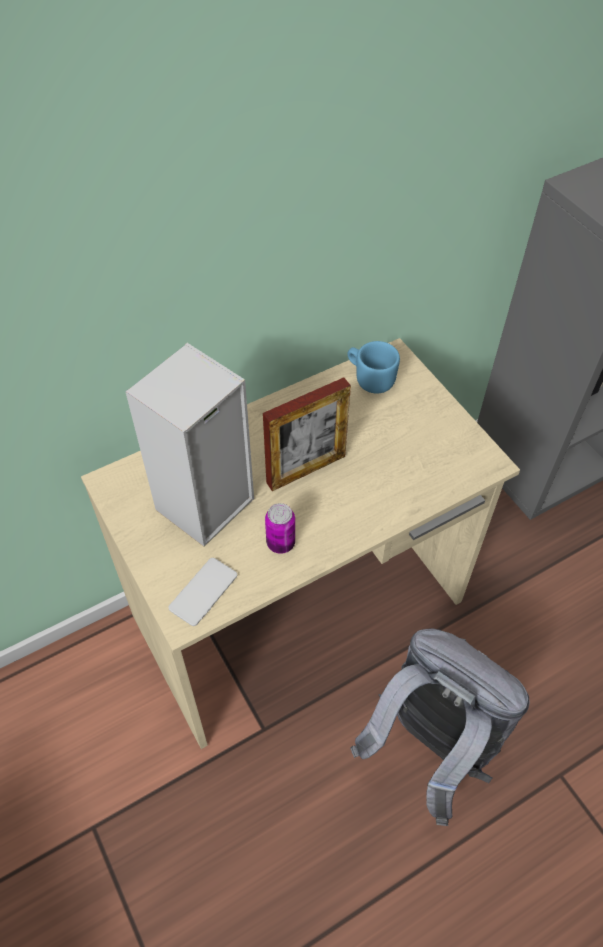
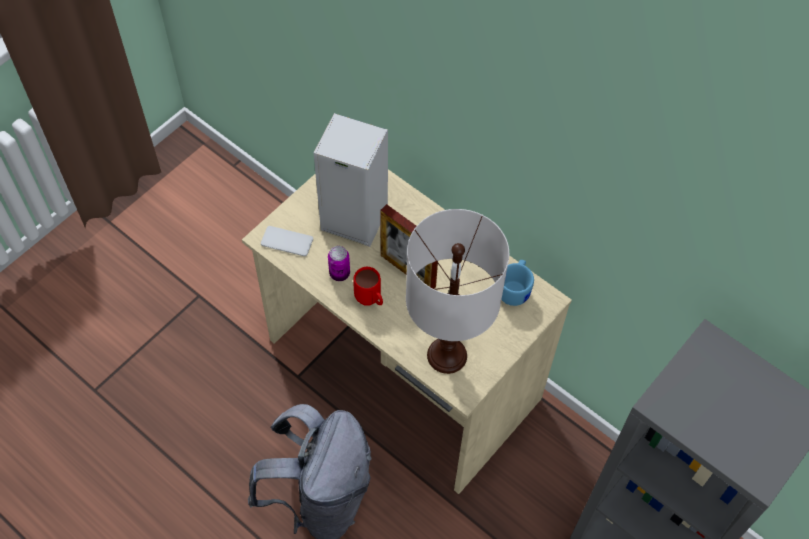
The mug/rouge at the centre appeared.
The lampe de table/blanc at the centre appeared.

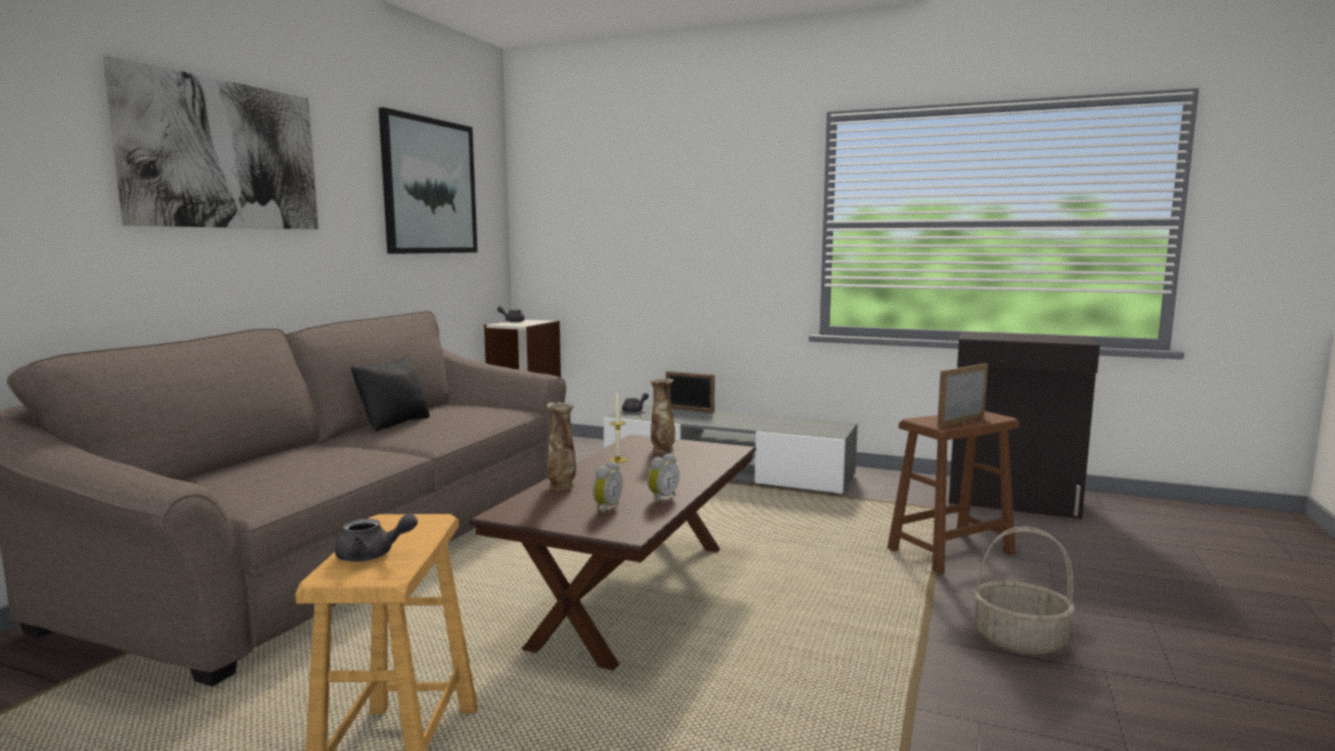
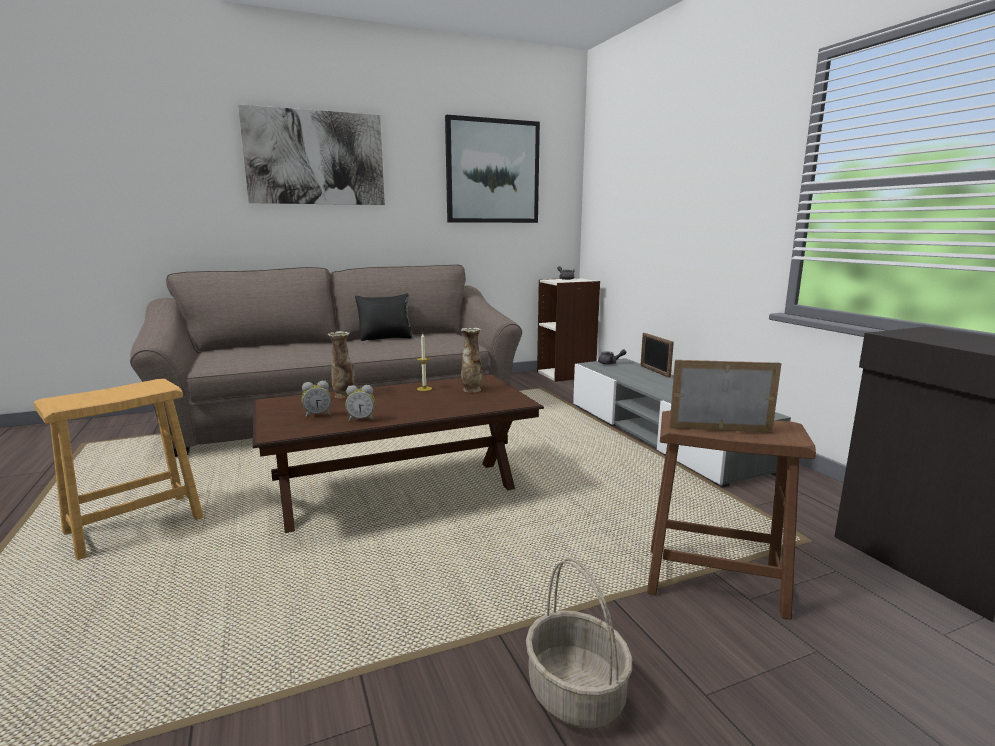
The théière/gris (1st from left) at the bottom left disappeared.

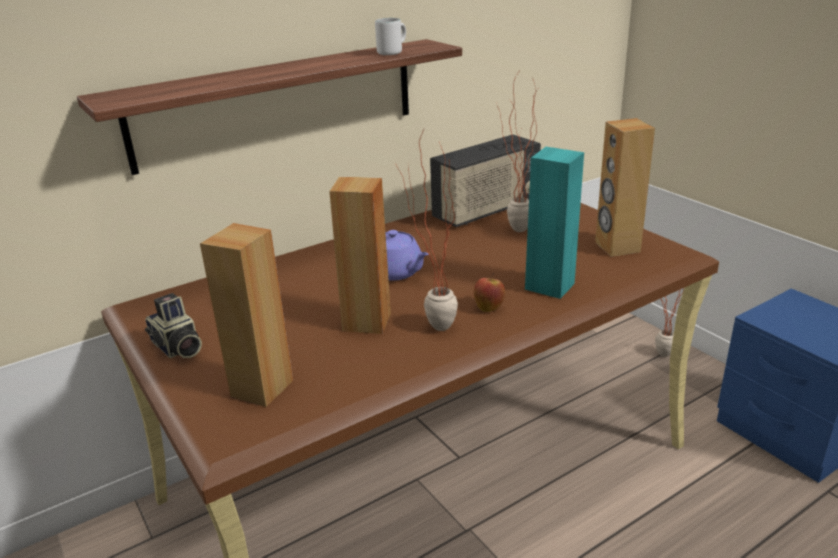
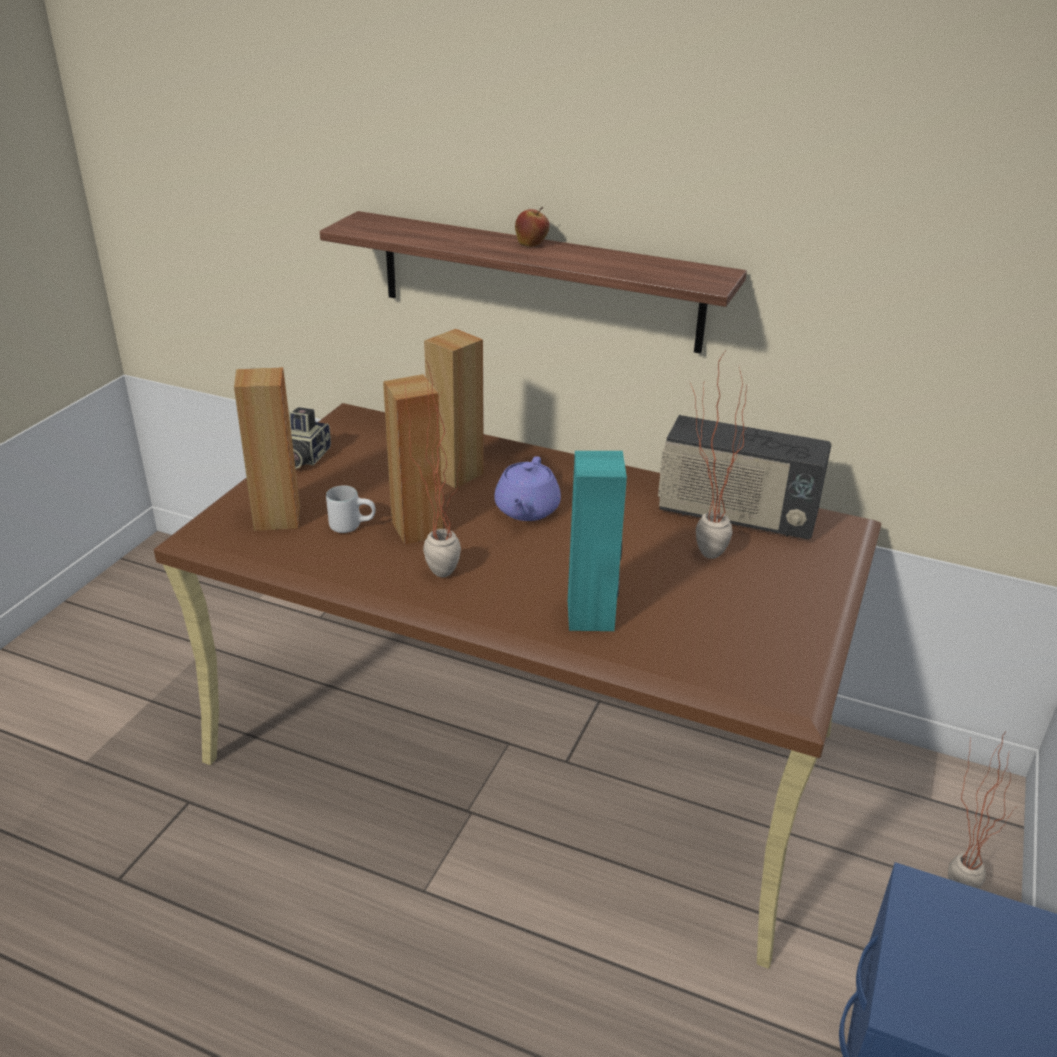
The mug/blanc moved from the top centre to the middle left.
The enceinte/marron (3rd from left) moved from the middle right to the centre.
The pomme moved from the centre to the top centre.

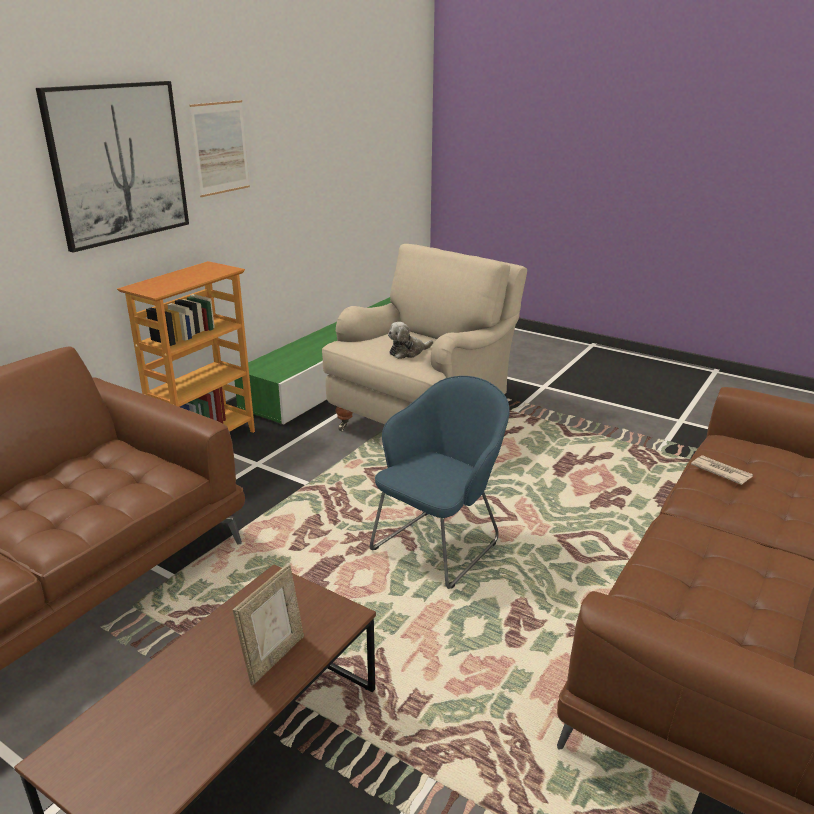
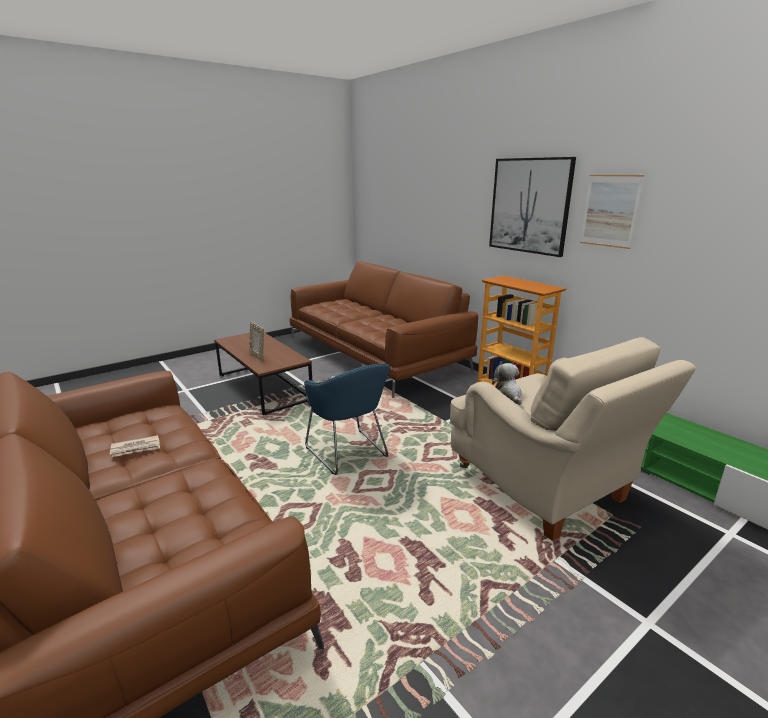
The journal moved from the middle right to the middle left.

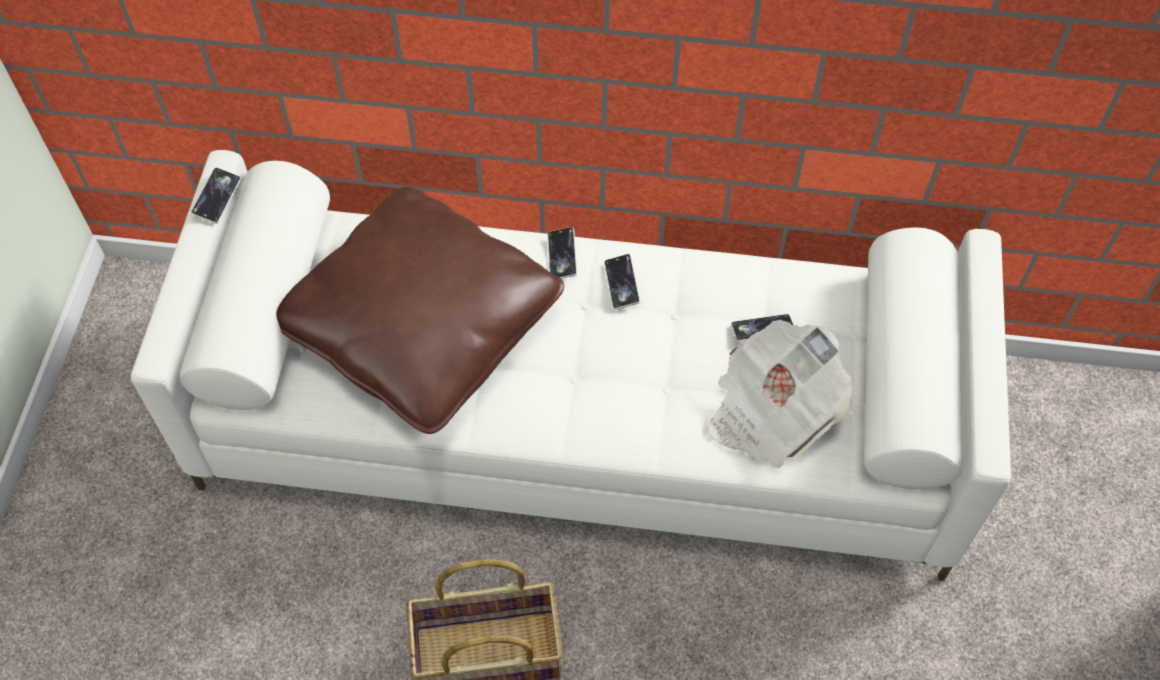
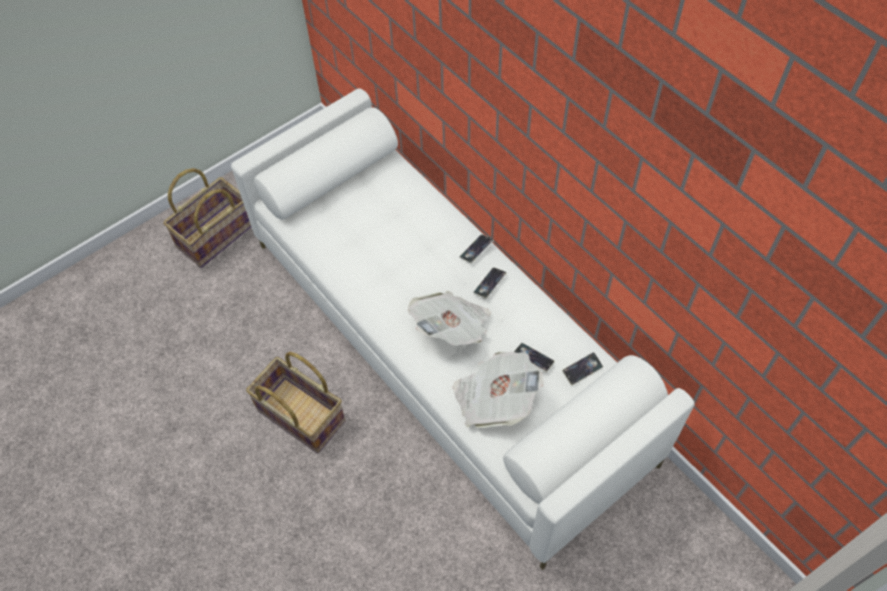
The panier (1st from left) at the middle left appeared.
The journal (1st from left) at the centre appeared.
The téléphone (1st from left in the first image) moved from the top left to the centre.
The coussin/marron at the centre disappeared.

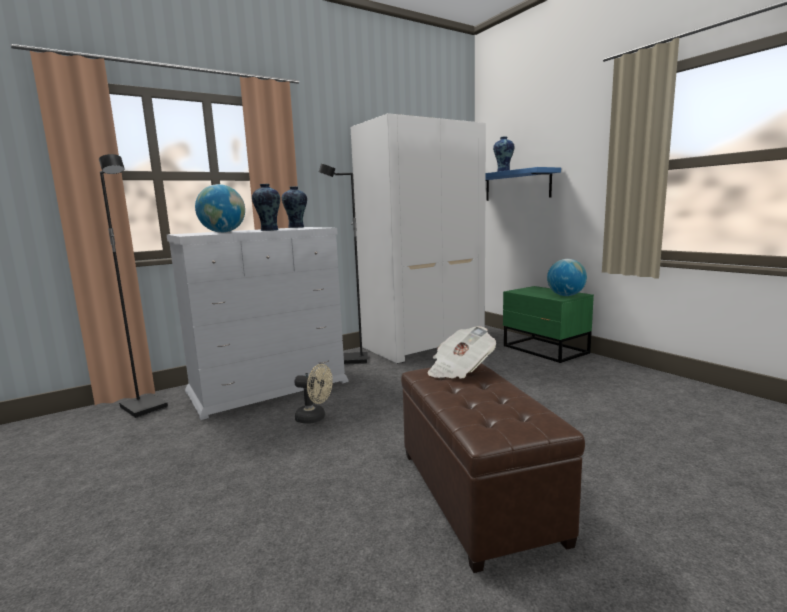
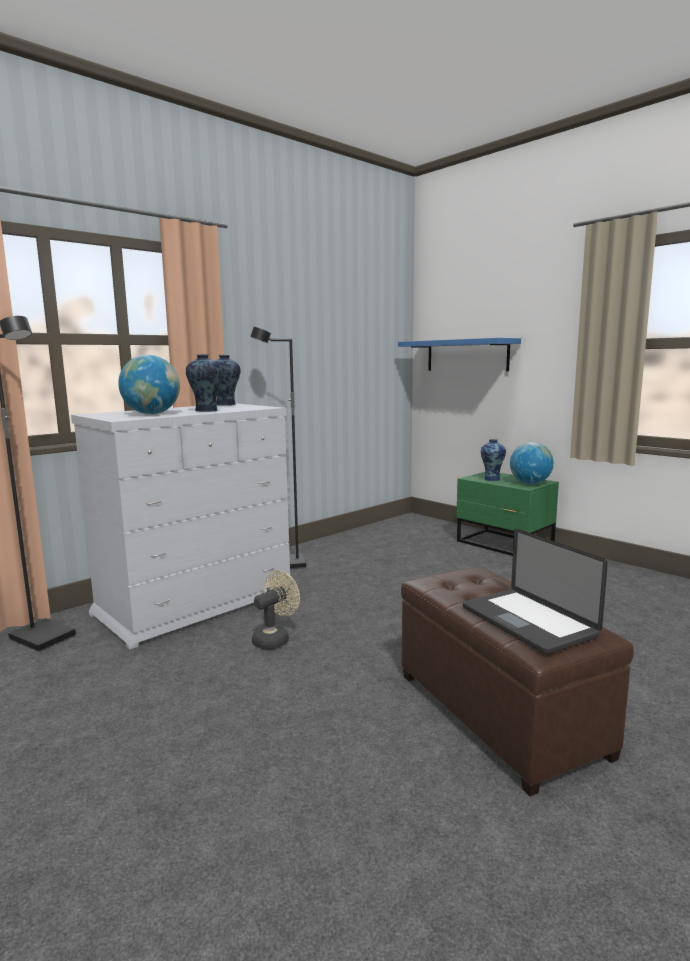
The ventilateur/beige at the centre turned 60 degrees counterclockwise.
The ordinateur portable at the middle right appeared.
The vase (3rd from left) moved from the top centre to the middle right.
The armoire/blanc at the centre disappeared.
The journal at the centre disappeared.

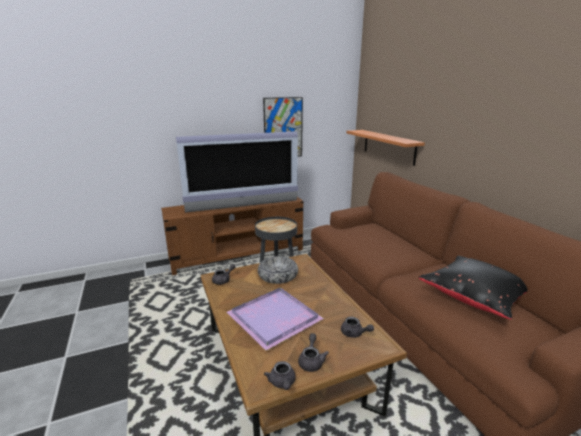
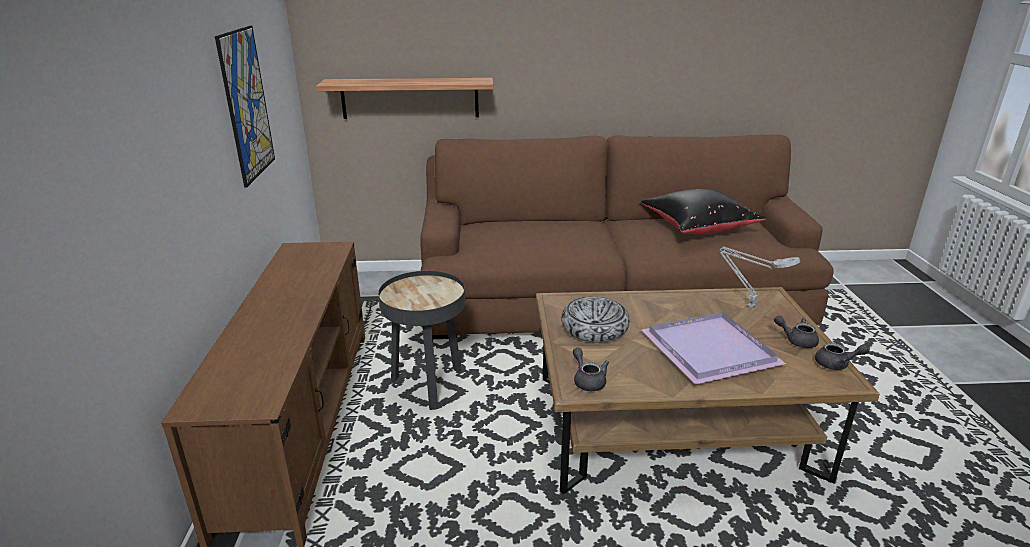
The théière/gris (4th from left) at the bottom centre was replaced by the lampe de table/gris at the middle right.
The téléviseur at the centre disappeared.

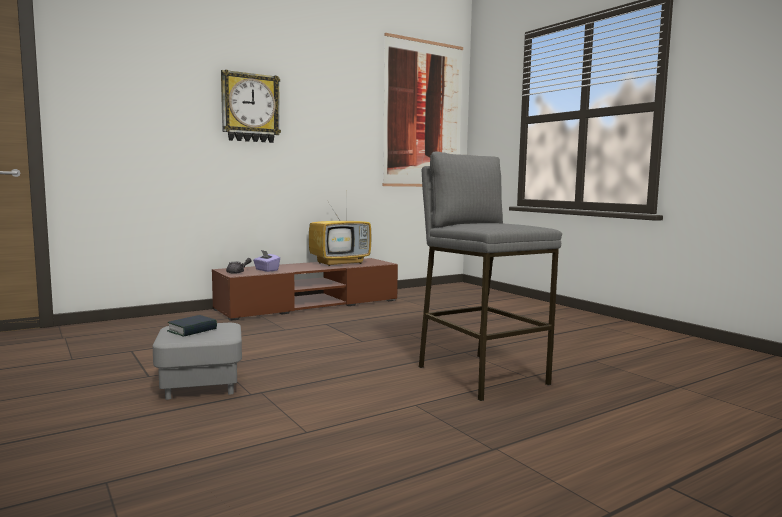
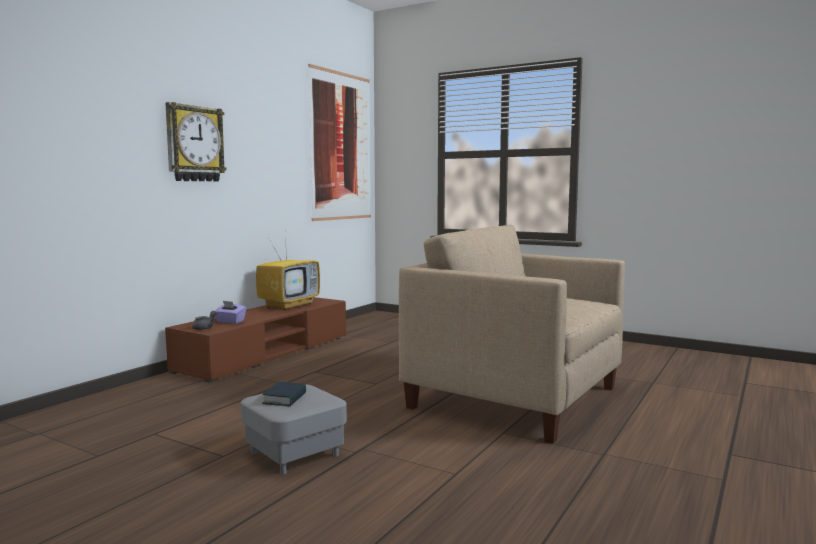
The tabouret/gris at the centre was replaced by the fauteuil/beige at the centre.

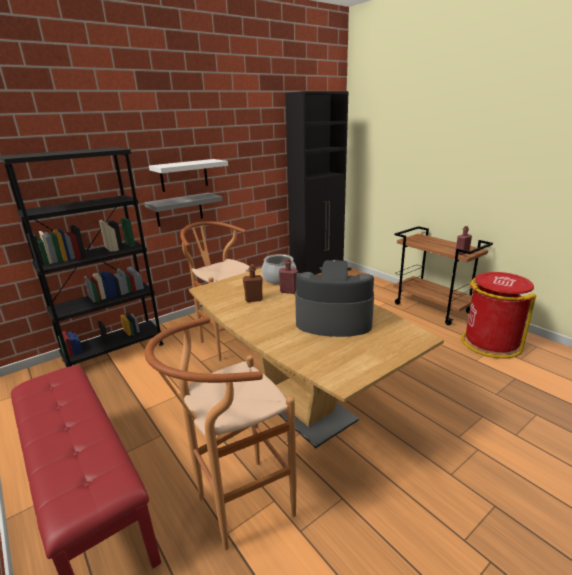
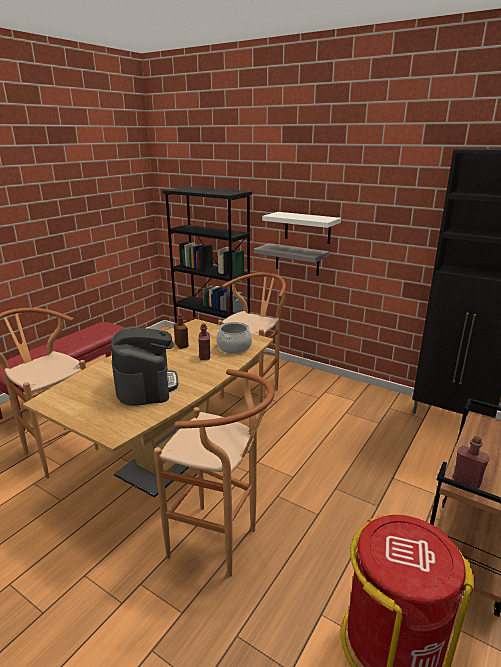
The tabouret/marron (2nd from left) at the bottom centre appeared.

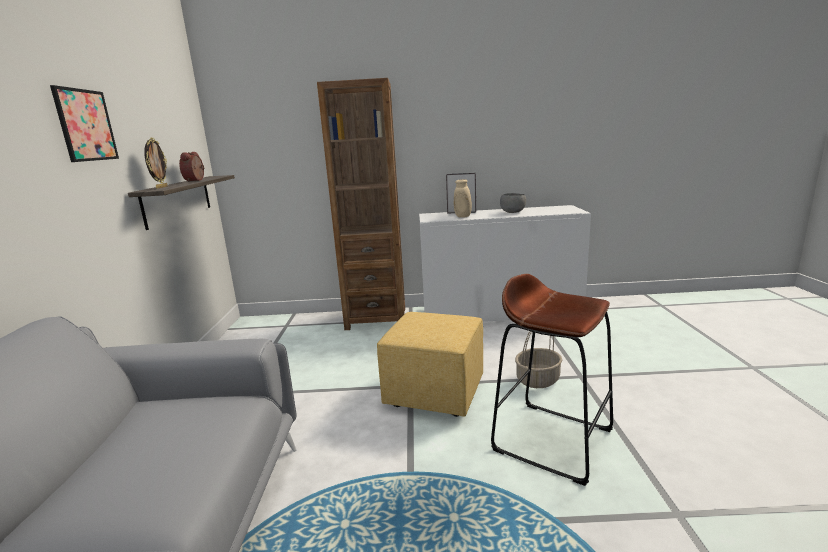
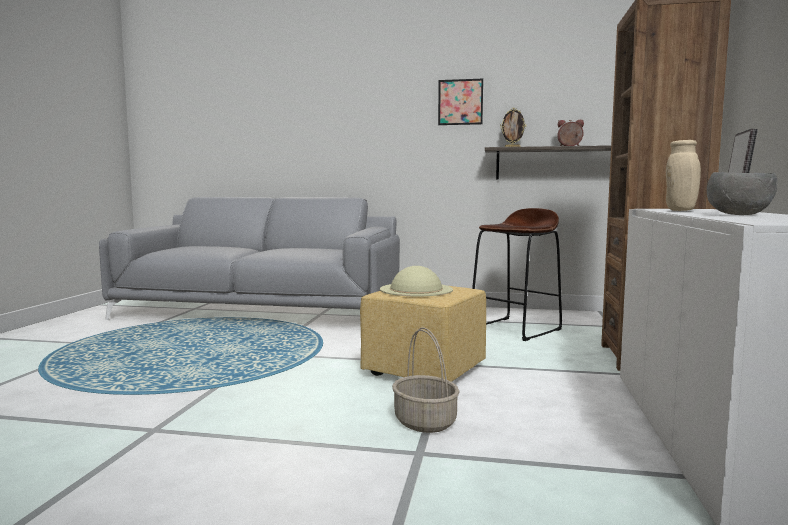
The chapeau/beige at the centre appeared.
The tabouret/marron moved from the bottom right to the centre.

